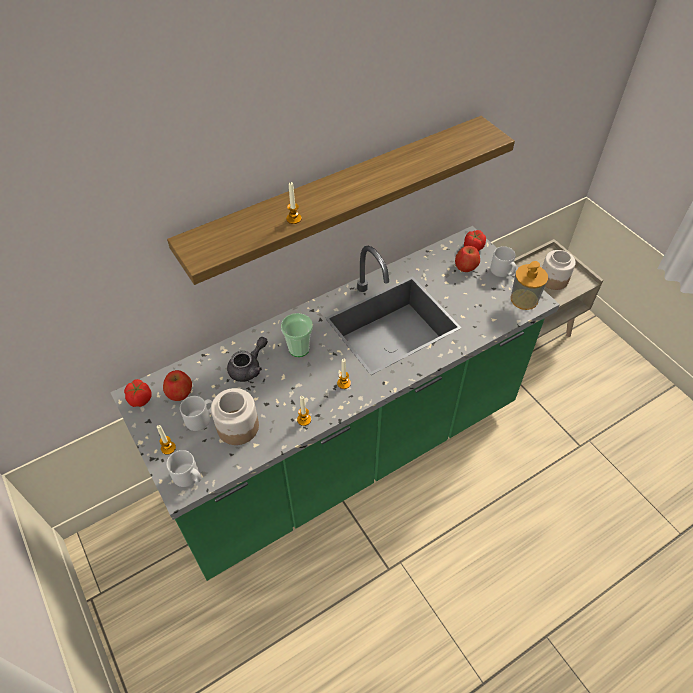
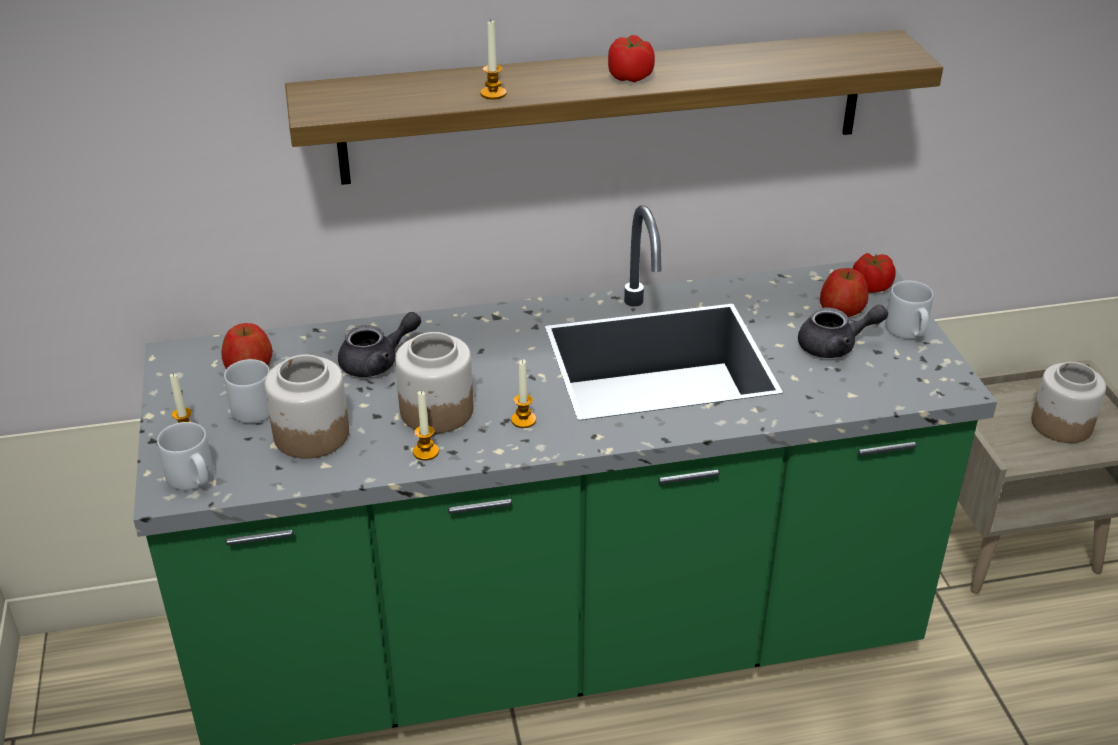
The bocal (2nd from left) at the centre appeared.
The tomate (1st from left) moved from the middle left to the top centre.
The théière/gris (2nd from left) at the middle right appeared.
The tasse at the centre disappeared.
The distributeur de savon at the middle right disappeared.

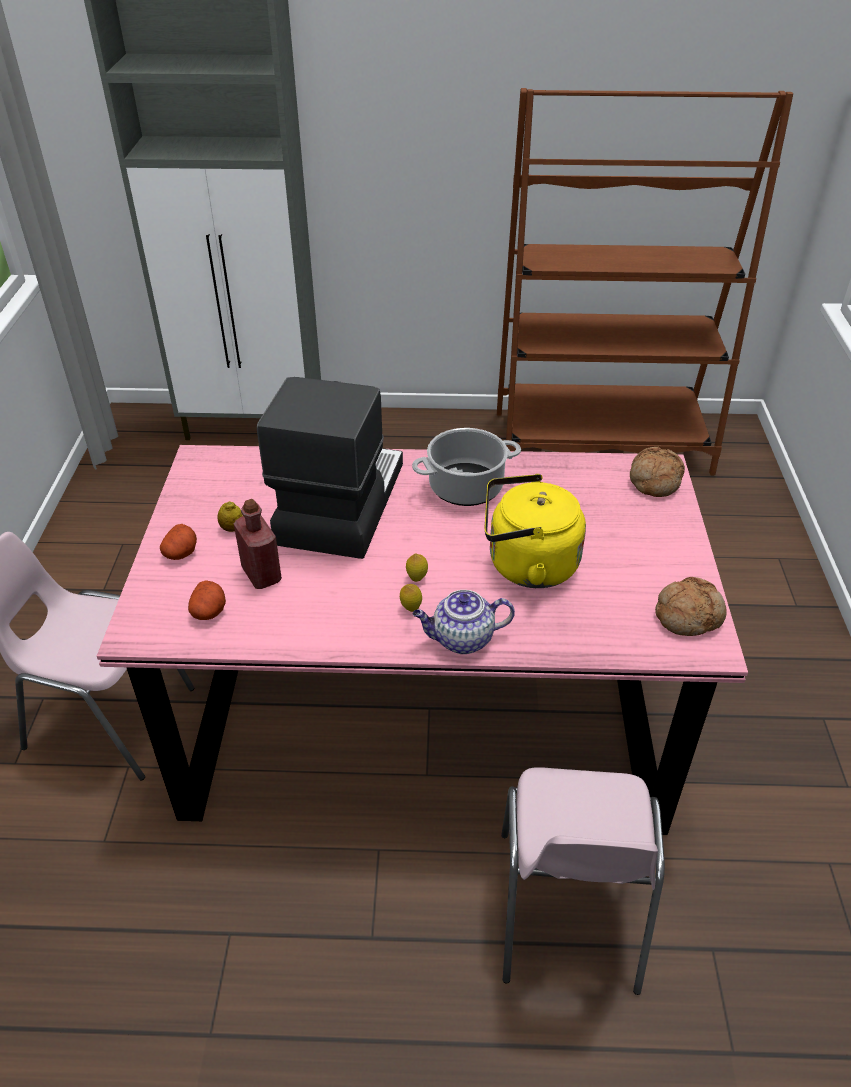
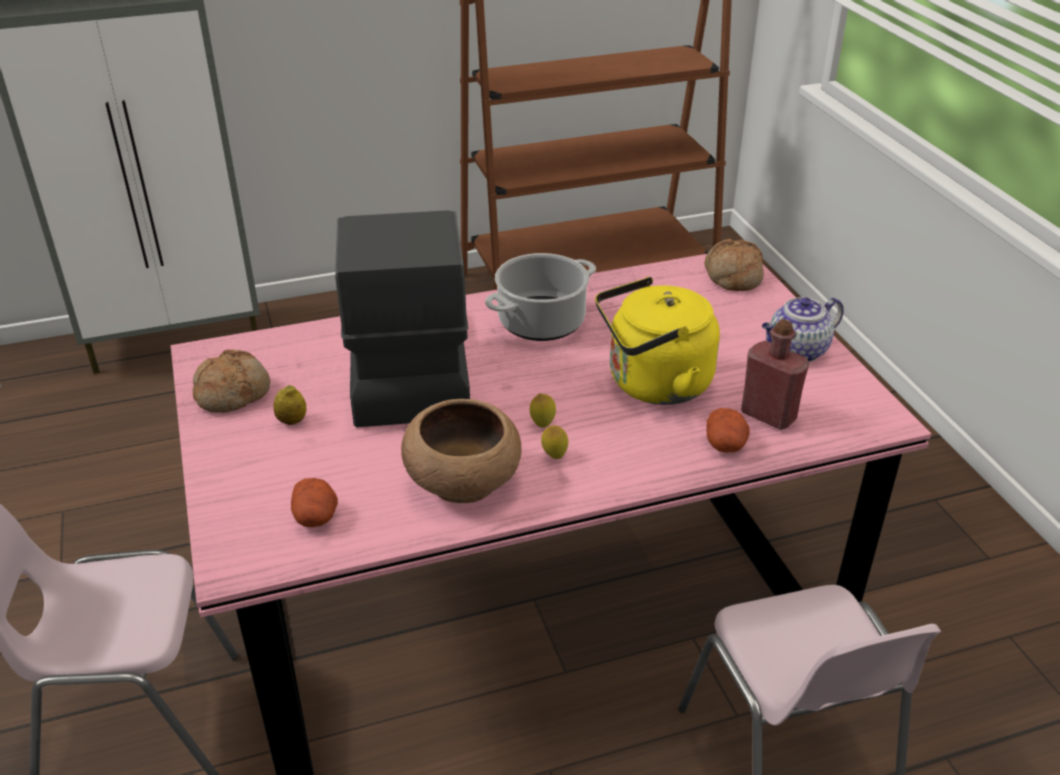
The pain (2nd from left in the first image) moved from the middle right to the middle left.
The bol/marron at the centre appeared.
The pomme de terre (1st from left in the first image) moved from the middle left to the middle right.
The bouteille/rouge moved from the middle left to the middle right.
The théière moved from the centre to the middle right.

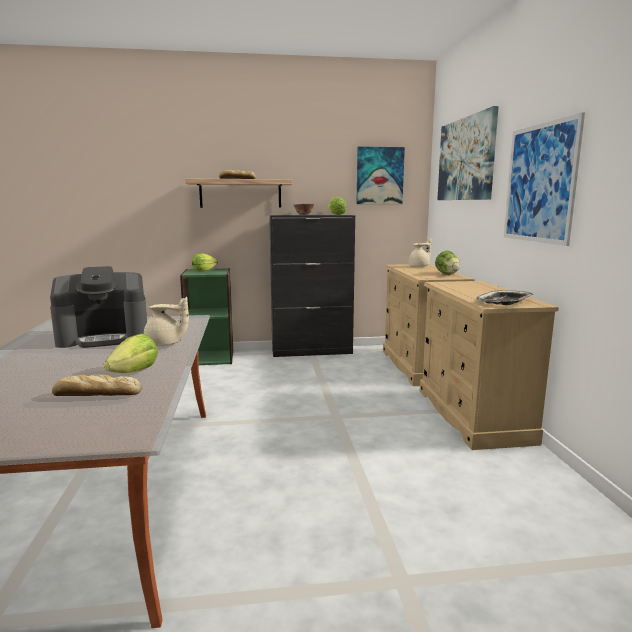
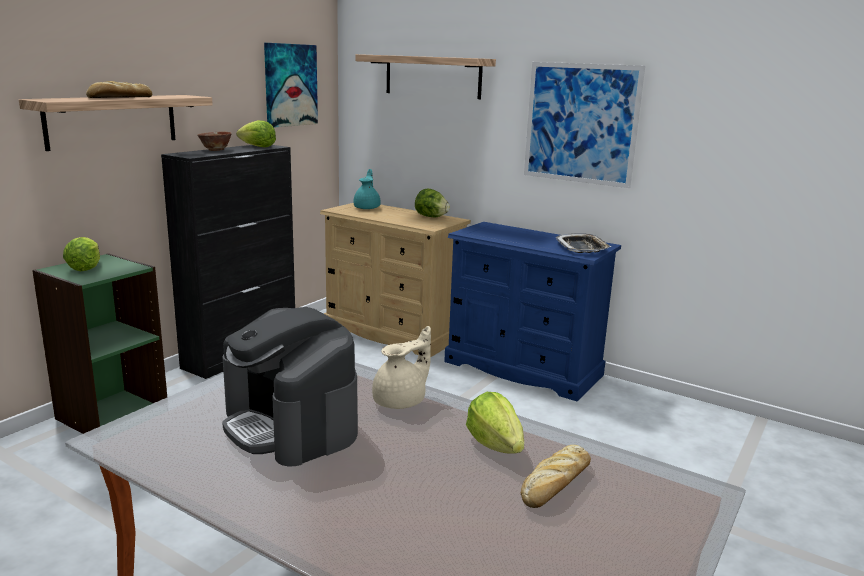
The machine à café at the middle left turned 120 degrees clockwise.
The théière/beige (2nd from left) at the centre became the théière/turquoise at the top centre.
The tableau (2nd from left) at the top right was replaced by the étagère (2nd from left) at the top centre.
The commode/beige (2nd from left) at the middle right became the commode/bleu at the centre.

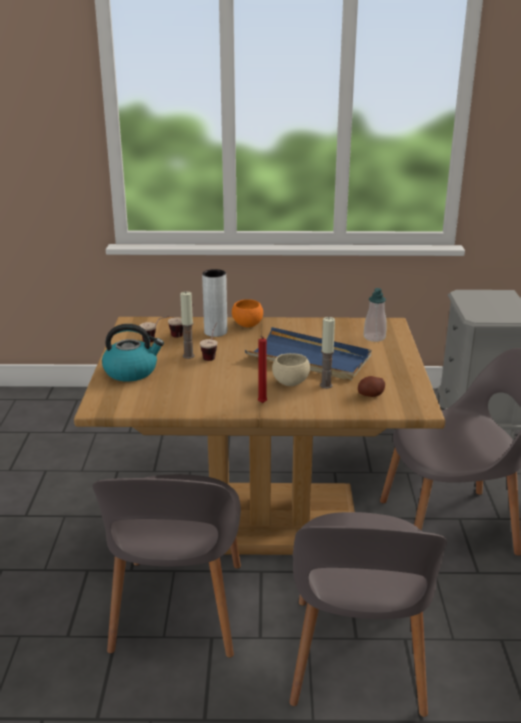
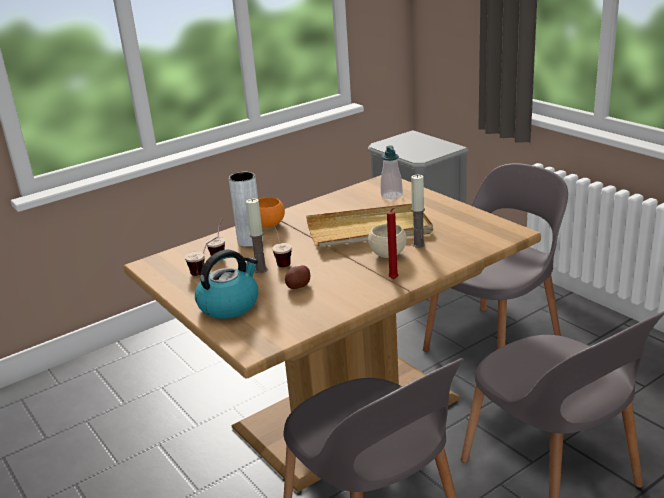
The pomme de terre moved from the middle right to the centre.
The plateau/bleu at the centre became the plateau/beige at the centre.

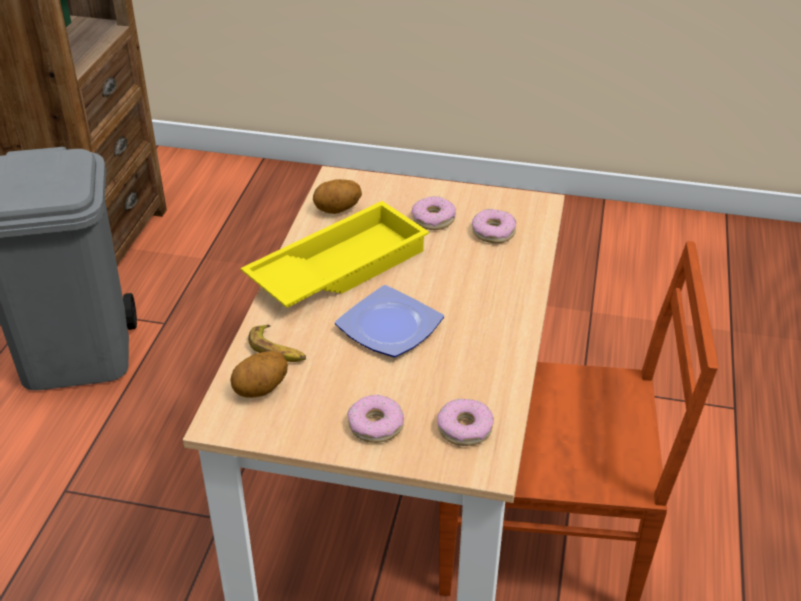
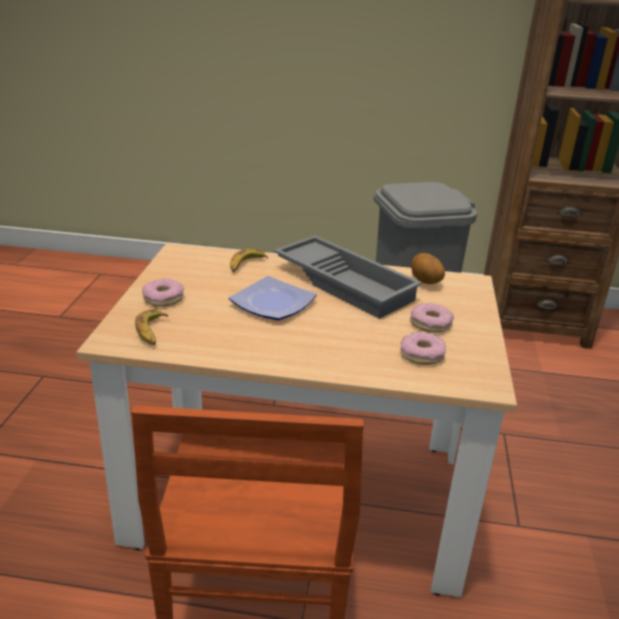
The beignet (3rd from left) at the bottom centre was replaced by the banane (1st from left) at the middle left.
The plateau/jaune at the centre became the plateau/gris at the centre.
The pomme de terre (1st from left) at the middle left disappeared.

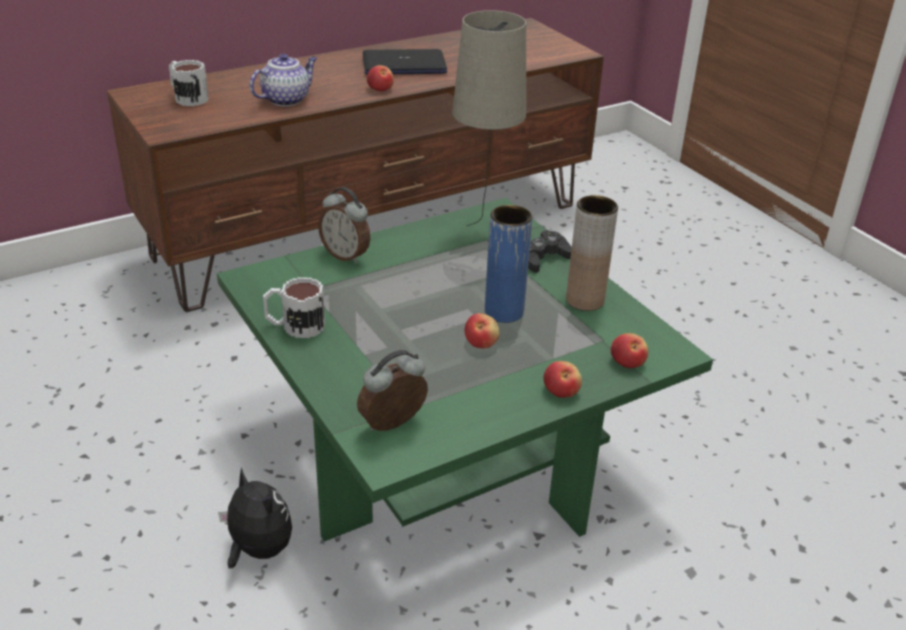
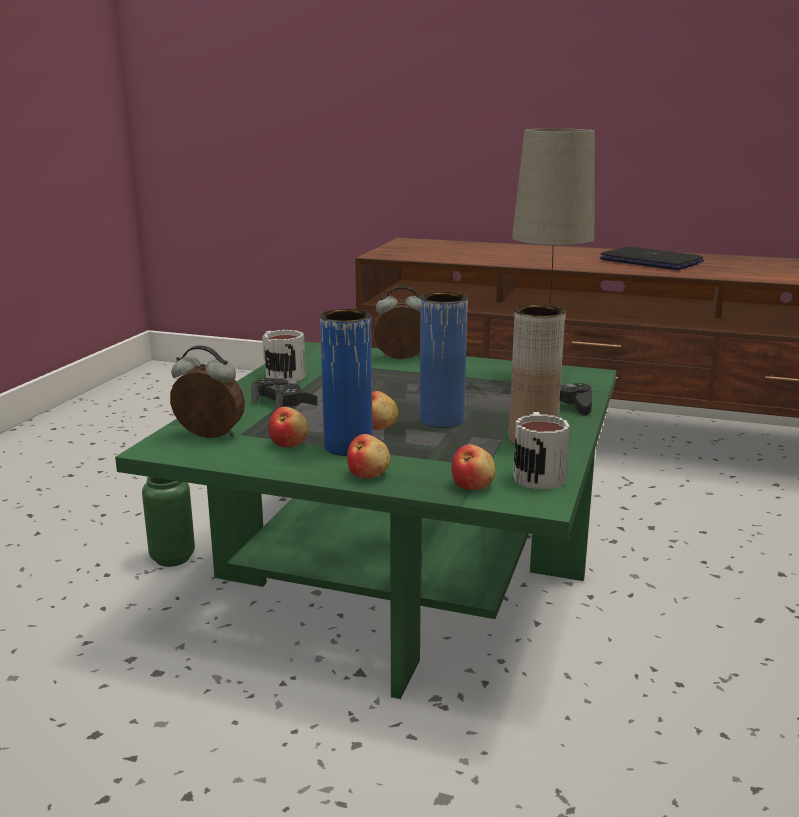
The peluche at the bottom left was replaced by the vase/vert at the middle left.
The manette/noir (1st from left) at the centre appeared.
The pomme (1st from left) moved from the top centre to the centre.
The vase/bleu (1st from left) at the centre appeared.
The réveil (1st from left in the first image) at the centre turned 90 degrees clockwise.
The mug (1st from left in the first image) moved from the top left to the middle right.
The théière at the top left disappeared.

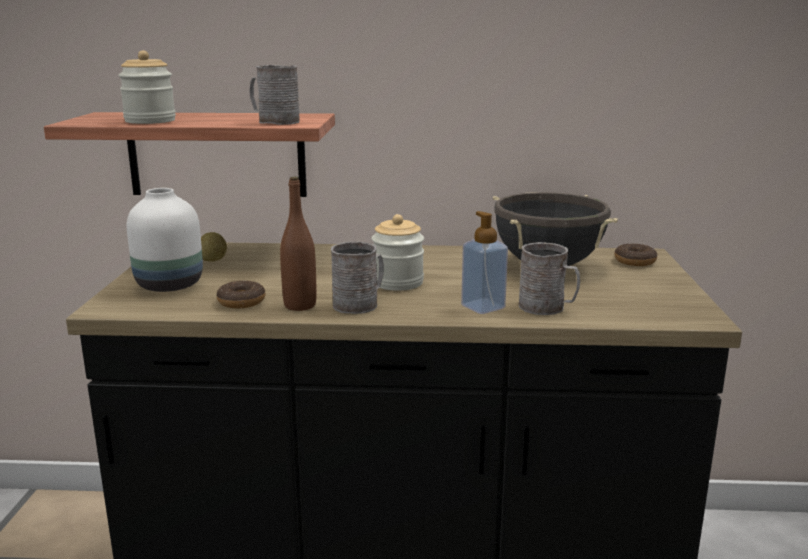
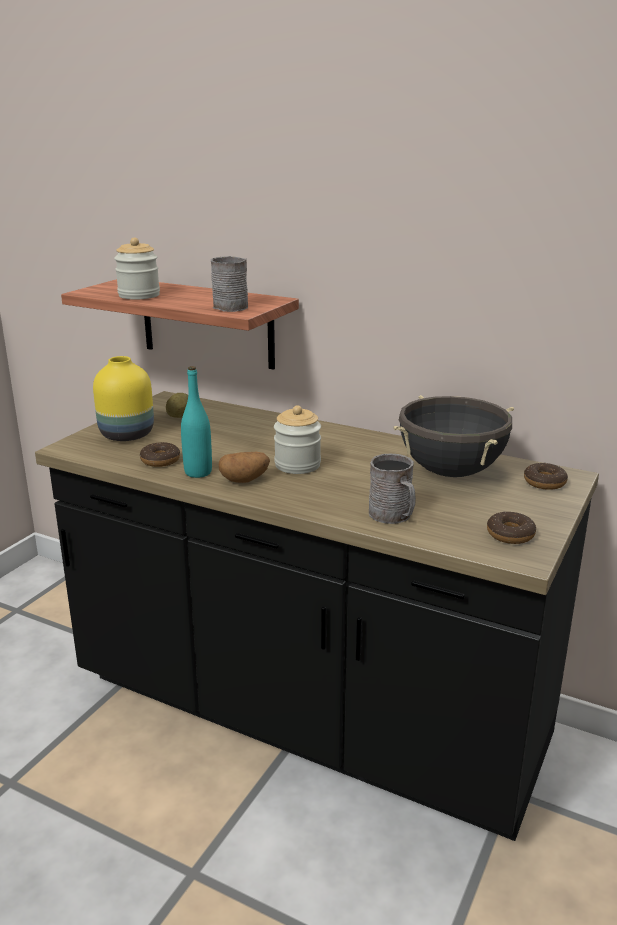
The vase/blanc at the middle left became the vase/jaune at the middle left.
The bouteille/marron at the centre became the bouteille/turquoise at the middle left.
The mug/gris (2nd from left) at the centre was replaced by the pomme de terre (2nd from left) at the centre.
The beignet (2nd from left) at the middle right appeared.
The distributeur de savon at the centre disappeared.

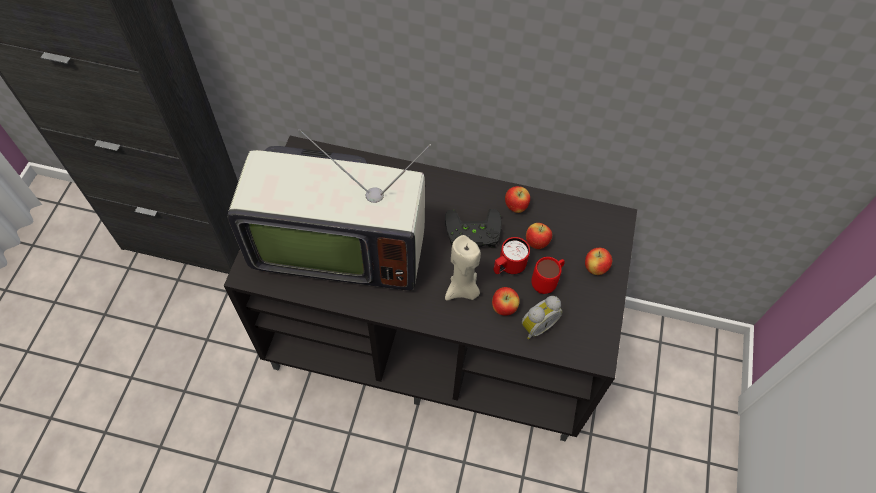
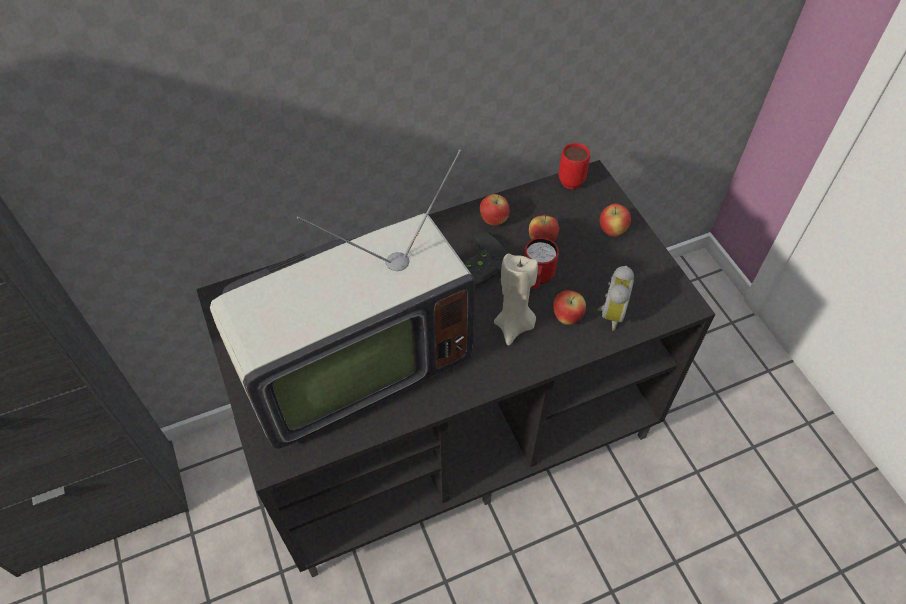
The mug/rouge (2nd from left) moved from the centre to the top centre.

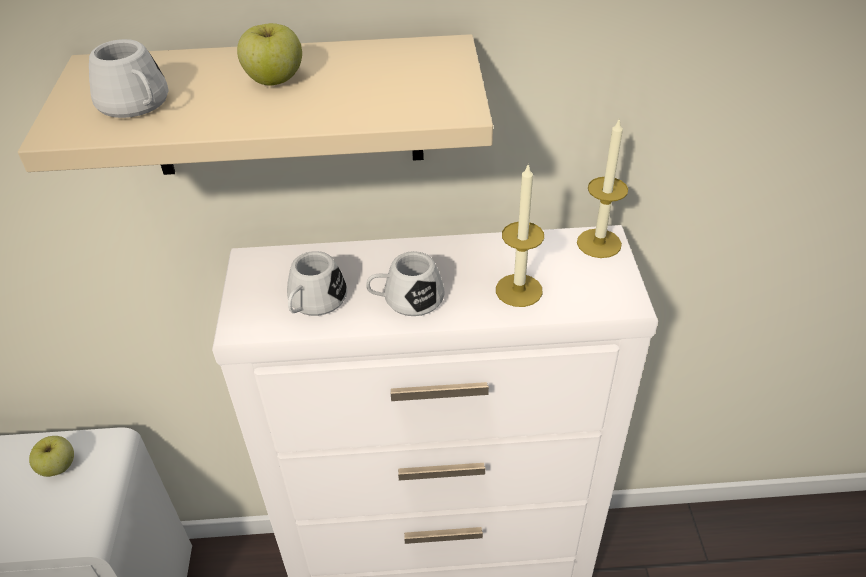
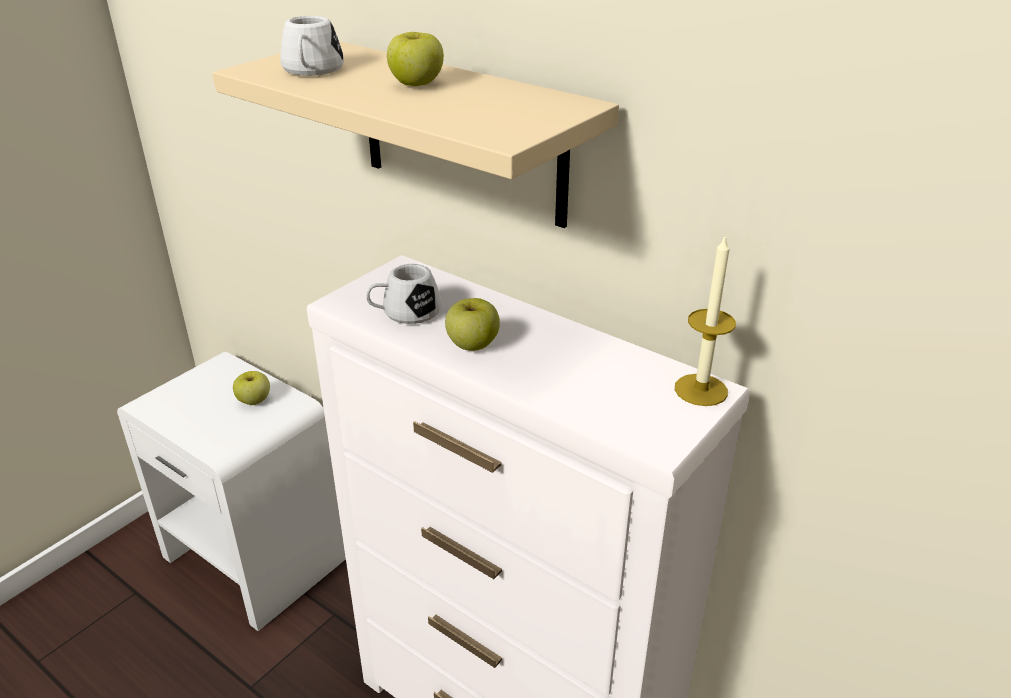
The mug/blanc (3rd from left) at the centre was replaced by the pomme (3rd from left) at the centre.
The bougie (1st from left) at the centre disappeared.

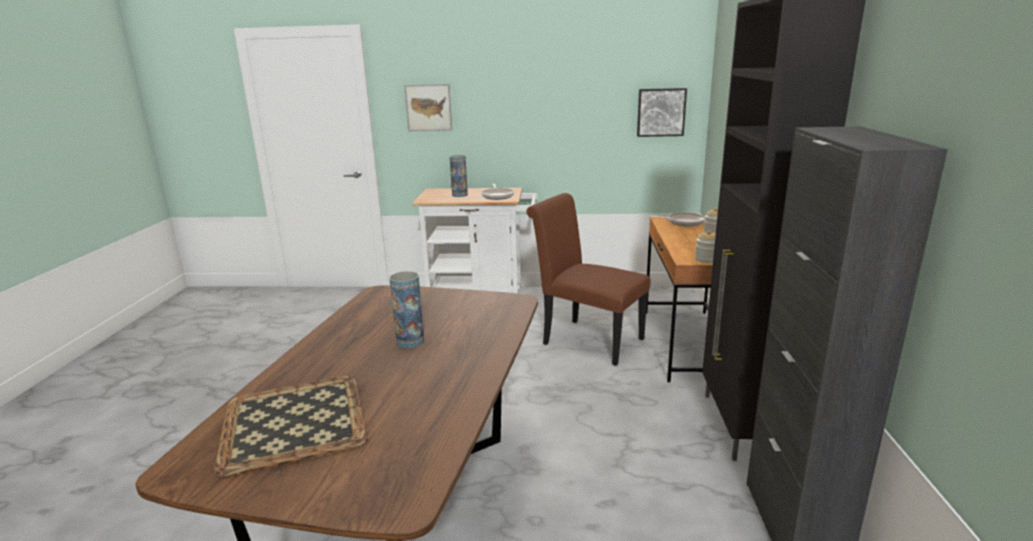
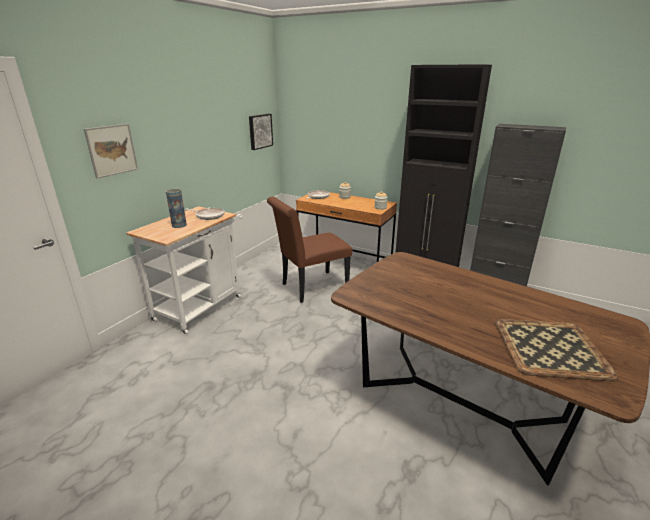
The vase (1st from left) at the centre disappeared.

